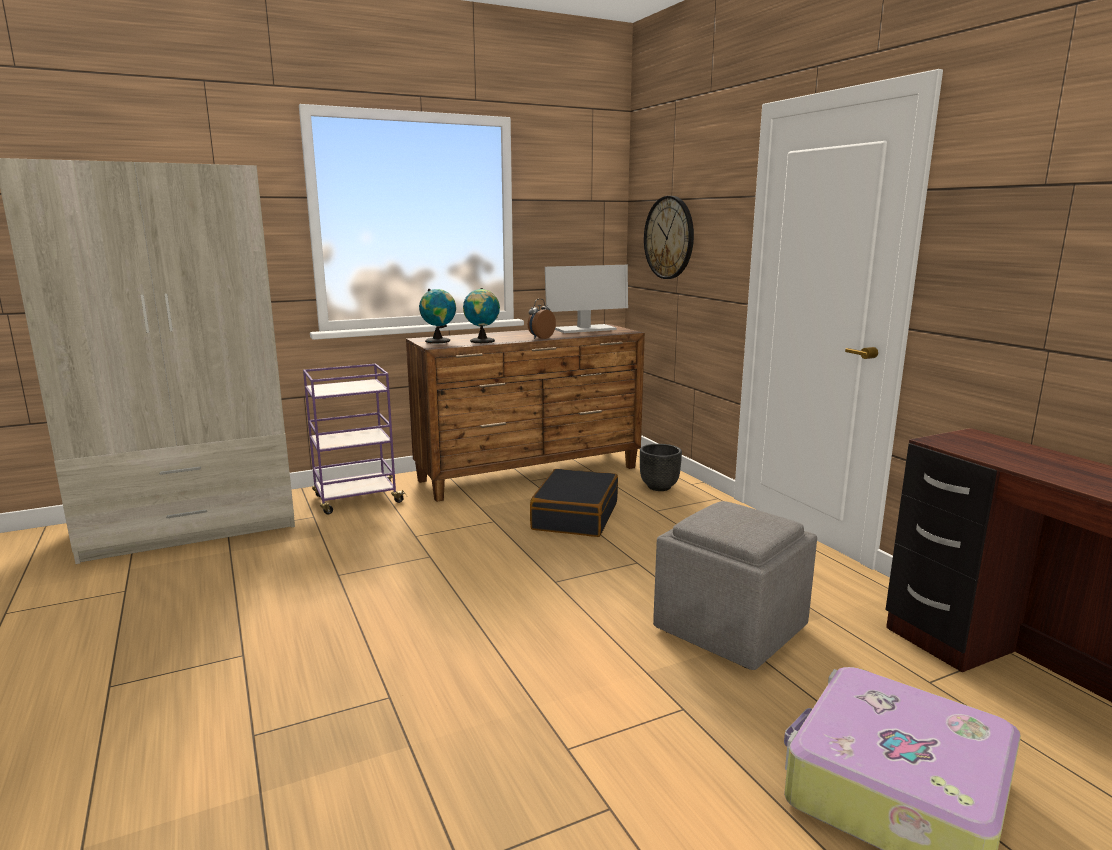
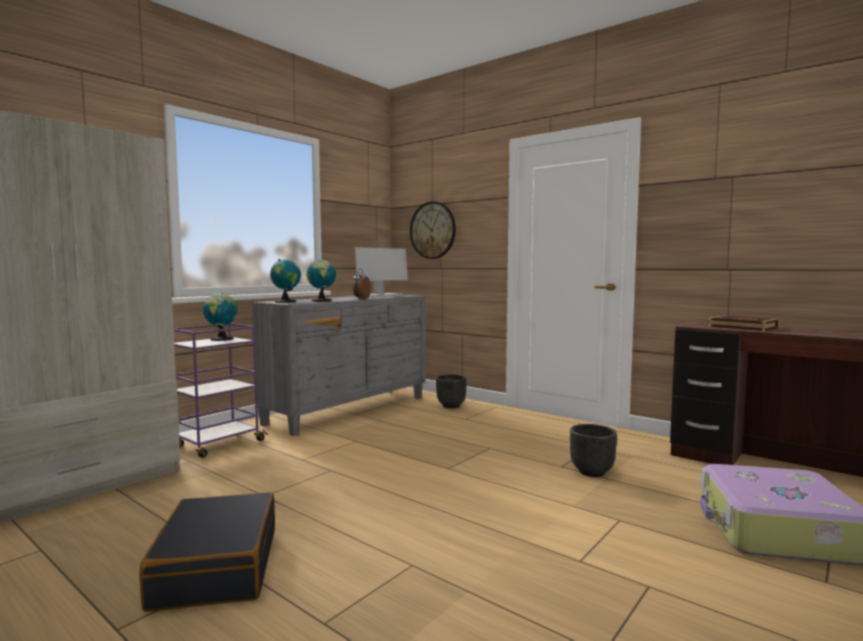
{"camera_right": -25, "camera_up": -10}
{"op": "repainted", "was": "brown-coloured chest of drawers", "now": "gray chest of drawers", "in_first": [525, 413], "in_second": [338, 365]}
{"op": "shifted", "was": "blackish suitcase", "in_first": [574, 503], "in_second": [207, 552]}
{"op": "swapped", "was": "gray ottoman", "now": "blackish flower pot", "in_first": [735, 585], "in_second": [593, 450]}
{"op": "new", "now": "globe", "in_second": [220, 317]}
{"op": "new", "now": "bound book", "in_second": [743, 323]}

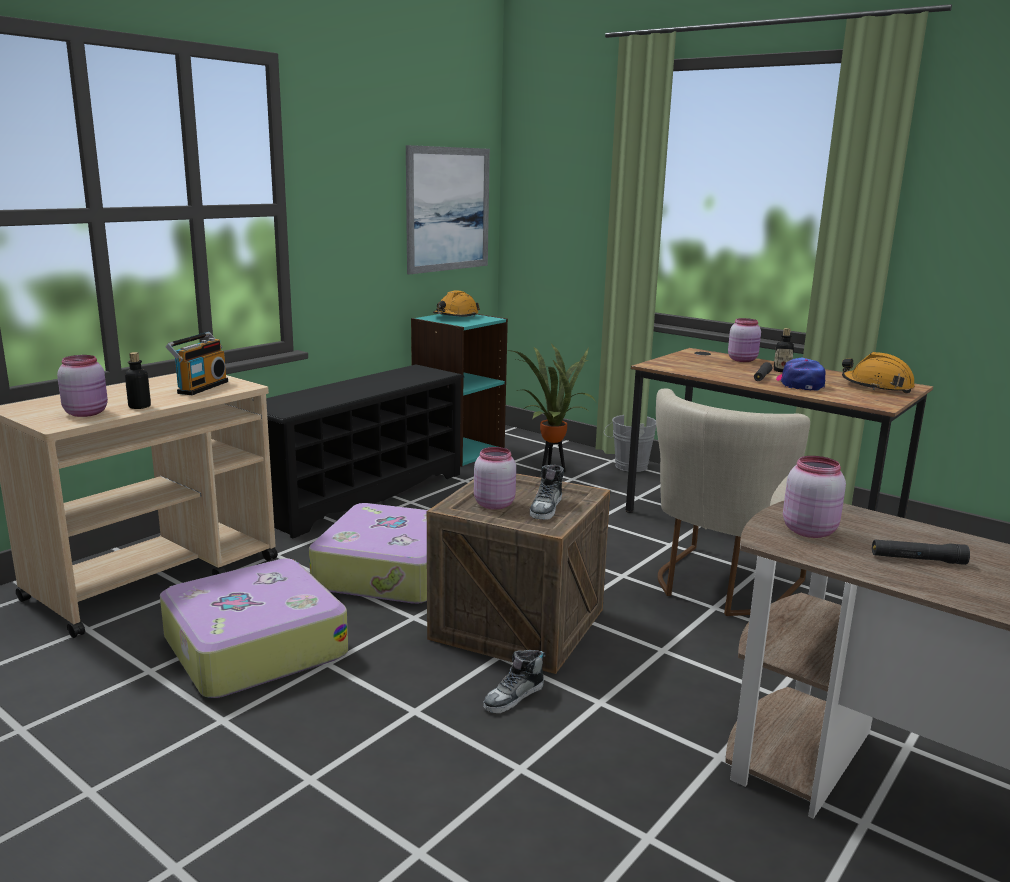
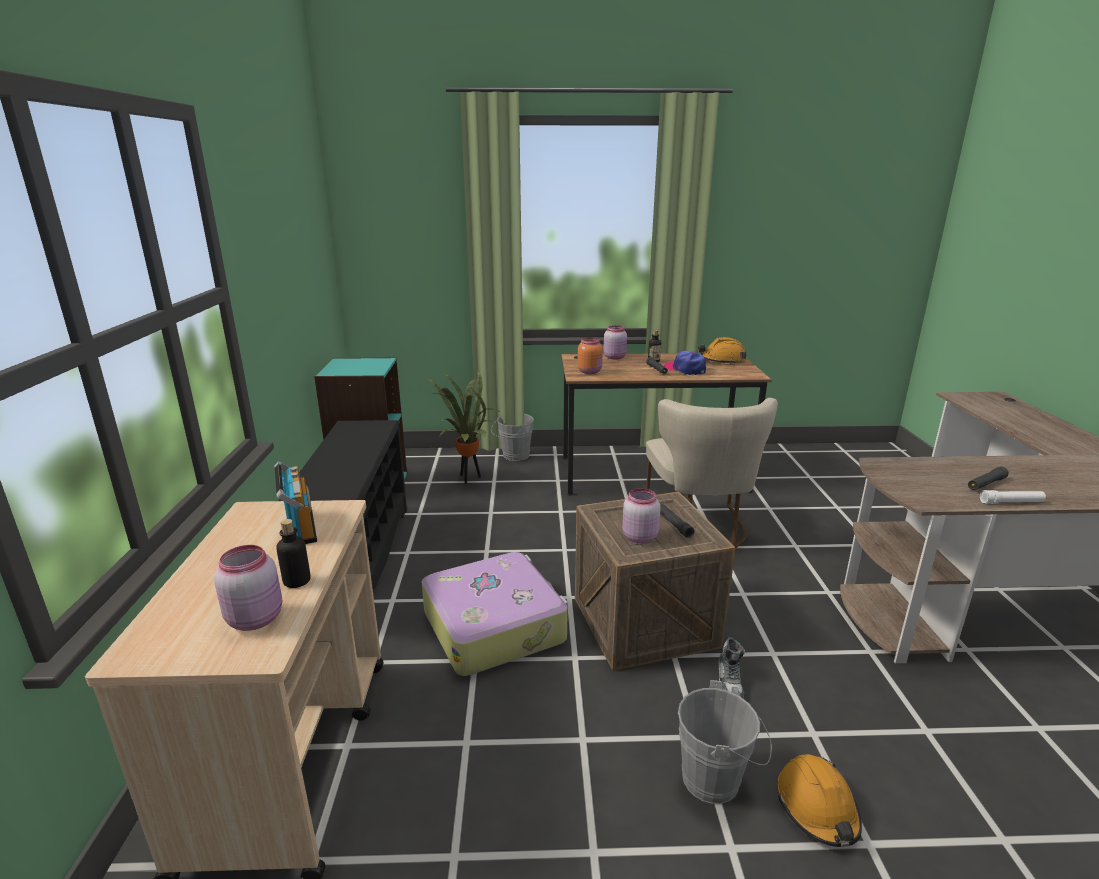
{"camera_right": -40, "camera_up": 5}
{"op": "gone", "was": "suitcase", "in_first": [254, 628]}
{"op": "gone", "was": "wall art", "in_first": [448, 209]}
{"op": "shifted", "was": "orangey safety helmet", "in_first": [456, 303], "in_second": [820, 800]}
{"op": "swapped", "was": "item of footwear", "now": "blackish flashlight", "in_first": [547, 492], "in_second": [677, 521]}
{"op": "gone", "was": "pink-coloured storage jar", "in_first": [814, 497]}
{"op": "new", "now": "orangey storage jar", "in_second": [590, 355]}
{"op": "new", "now": "gray water bucket", "in_second": [725, 742]}
{"op": "new", "now": "white-coloured flashlight", "in_second": [1013, 497]}

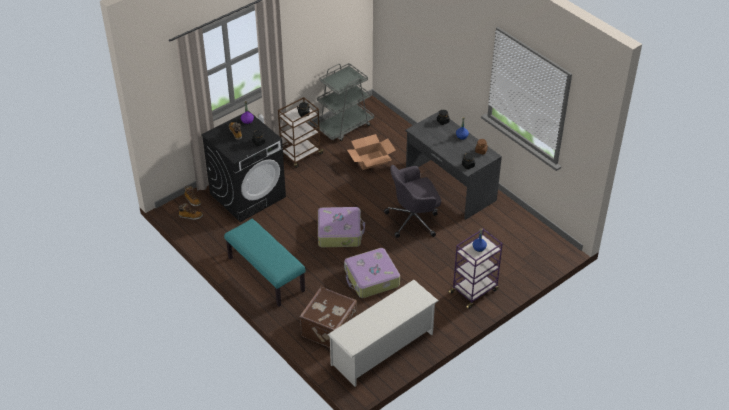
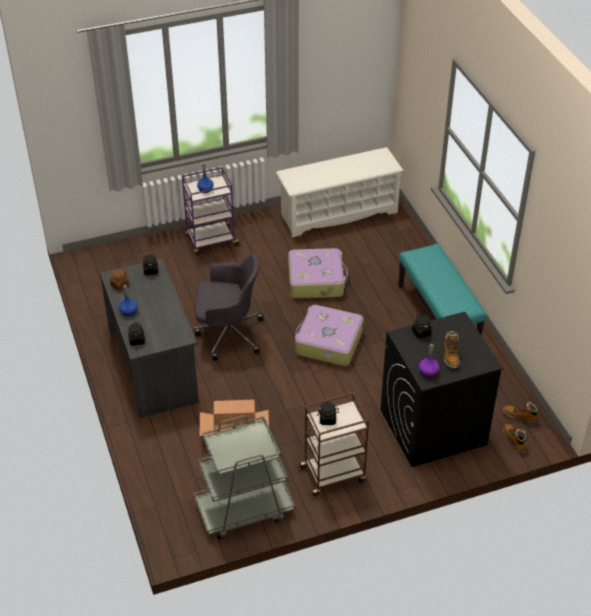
{"camera_right": -160, "camera_up": 0}
{"op": "gone", "was": "brown-coloured suitcase", "in_first": [328, 317]}

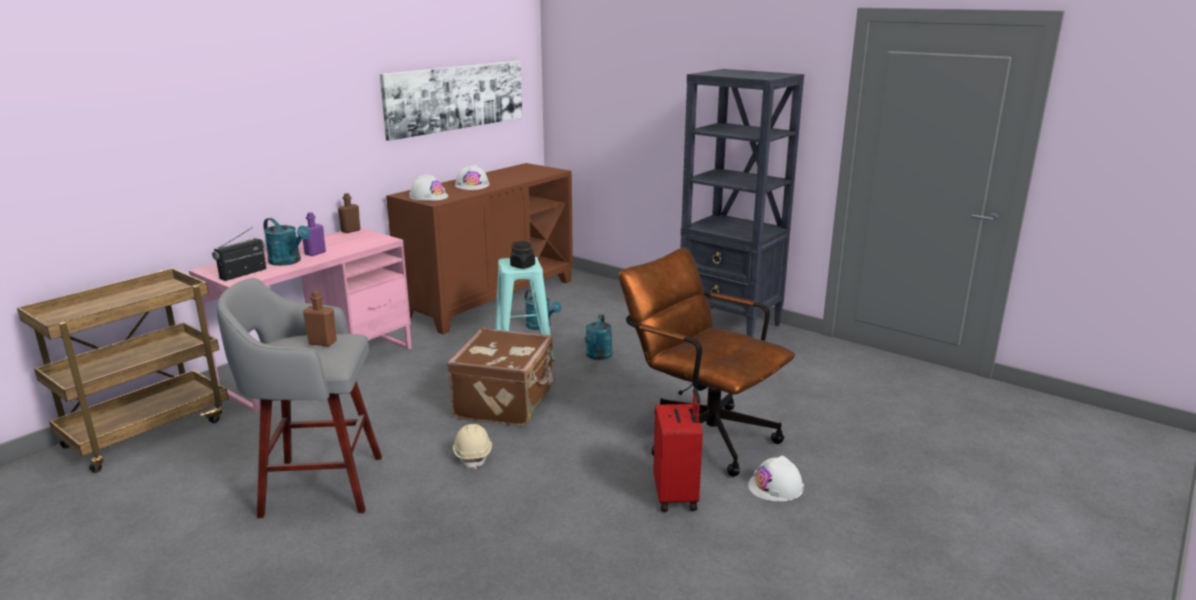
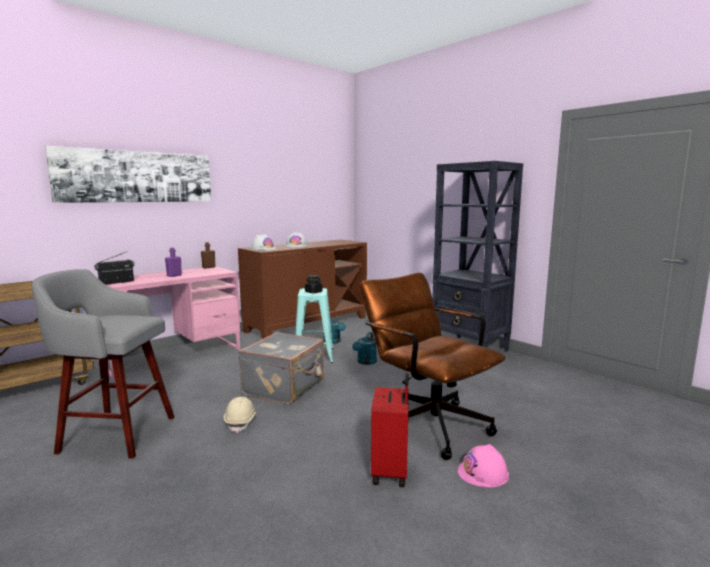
{"camera_right": 10, "camera_up": -10}
{"op": "gone", "was": "blue-green watering can", "in_first": [287, 242]}
{"op": "gone", "was": "brown-coloured bottle", "in_first": [320, 318]}
{"op": "shifted", "was": "wall art", "in_first": [451, 101], "in_second": [128, 174]}
{"op": "repainted", "was": "brown-coloured suitcase", "now": "gray suitcase", "in_first": [501, 377], "in_second": [281, 368]}
{"op": "repainted", "was": "white-coloured safety helmet", "now": "pink-coloured safety helmet", "in_first": [776, 479], "in_second": [483, 465]}

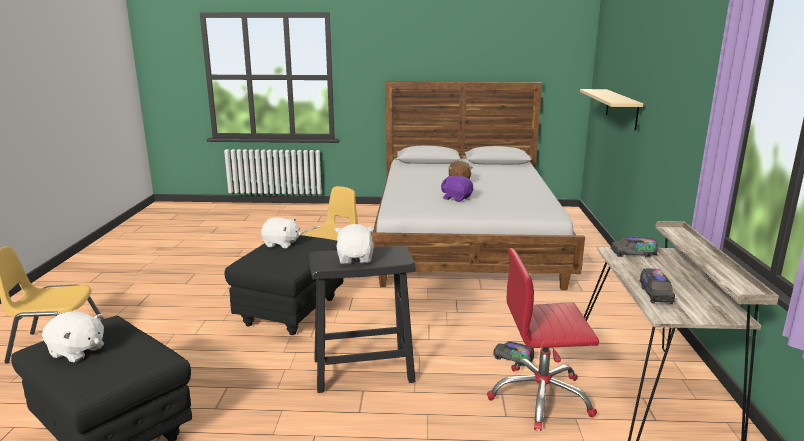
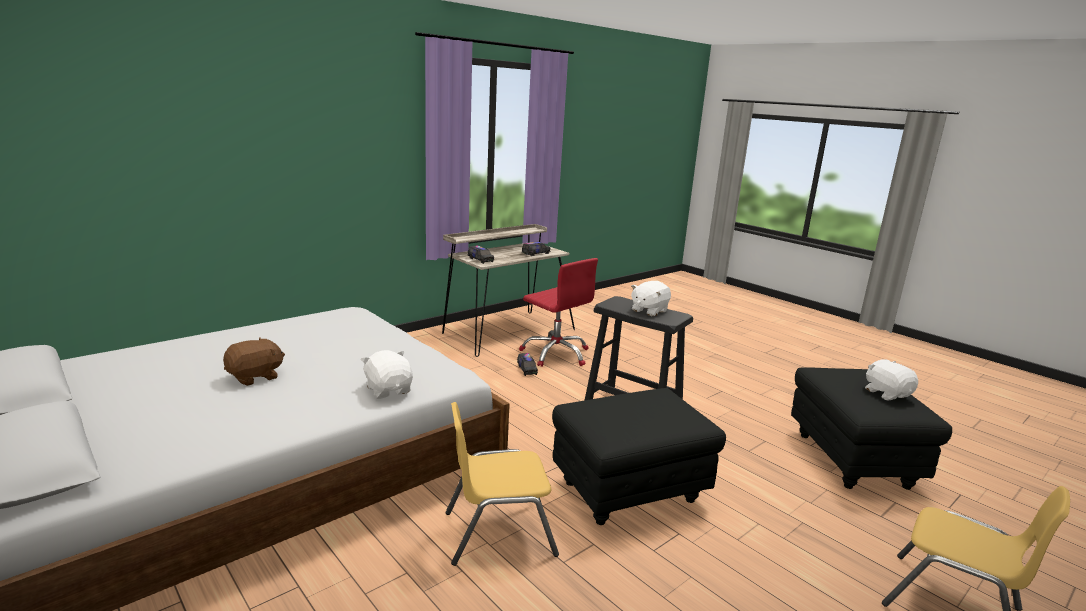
{"camera_right": -135, "camera_up": 0}
{"op": "shifted", "was": "white-coloured plush toy", "in_first": [281, 232], "in_second": [387, 374]}
{"op": "gone", "was": "purplish plush toy", "in_first": [457, 189]}
{"op": "gone", "was": "sand-coloured wall shelf", "in_first": [611, 110]}

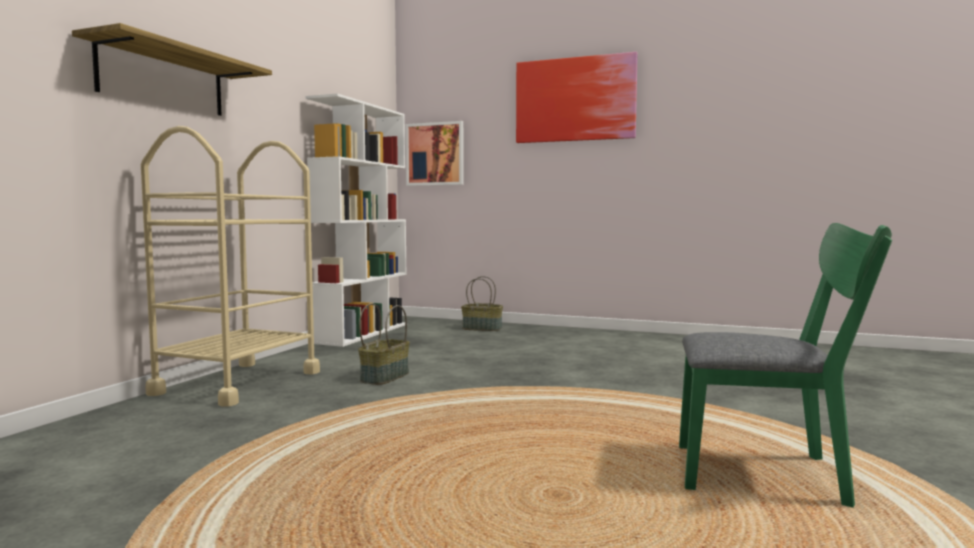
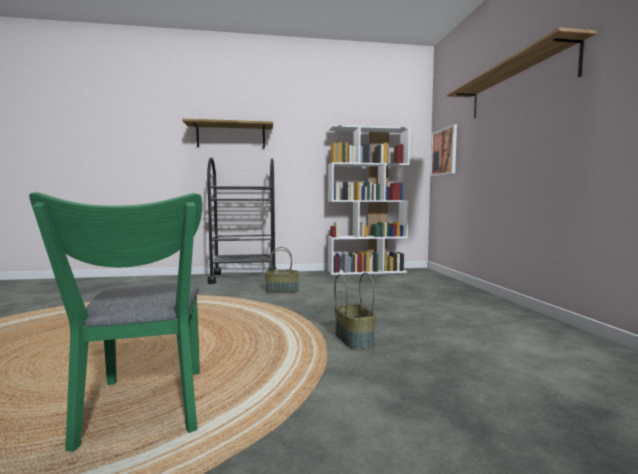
{"camera_right": 60, "camera_up": 0}
{"op": "repainted", "was": "sand-coloured wheeled cart", "now": "blackish wheeled cart", "in_first": [230, 266], "in_second": [241, 220]}
{"op": "shifted", "was": "storage basket", "in_first": [482, 303], "in_second": [355, 311]}
{"op": "swapped", "was": "wall art", "now": "wall shelf", "in_first": [577, 97], "in_second": [521, 72]}

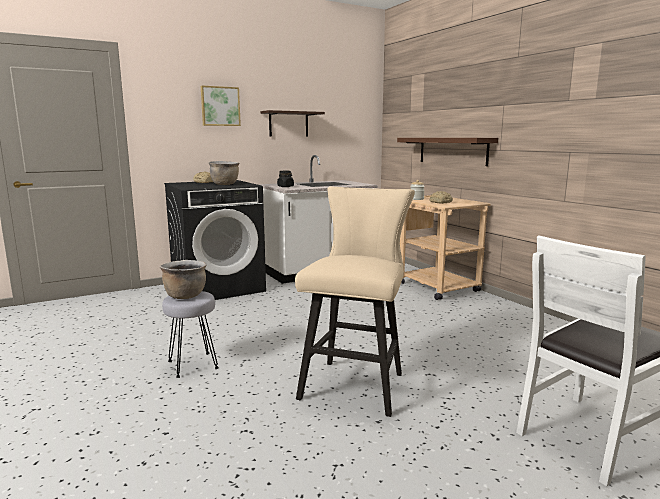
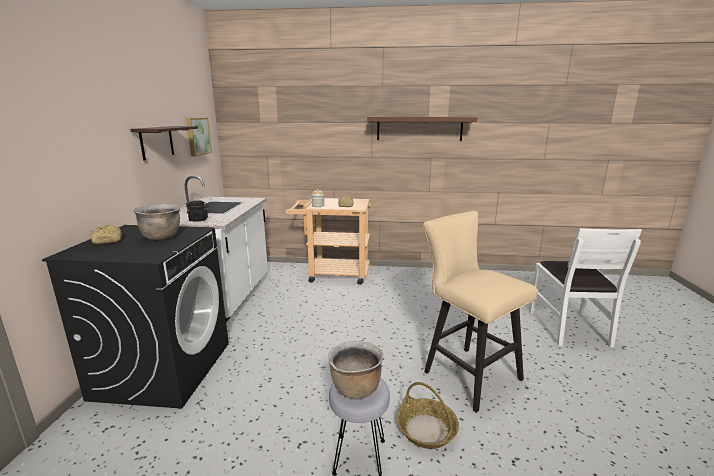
{"camera_right": -55, "camera_up": 5}
{"op": "shifted", "was": "wall art", "in_first": [221, 106], "in_second": [199, 137]}
{"op": "shifted", "was": "brown-coloured wall shelf", "in_first": [447, 152], "in_second": [422, 129]}
{"op": "new", "now": "storage basket", "in_second": [428, 415]}

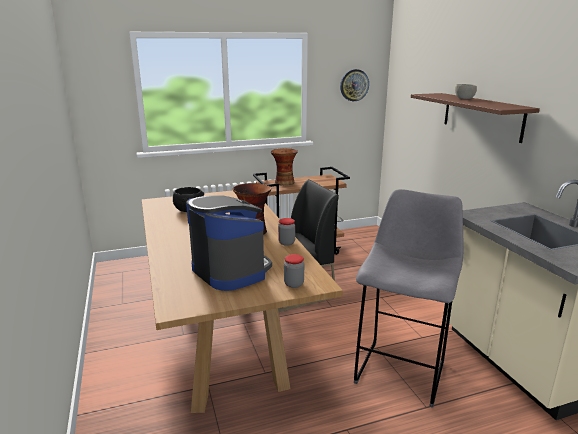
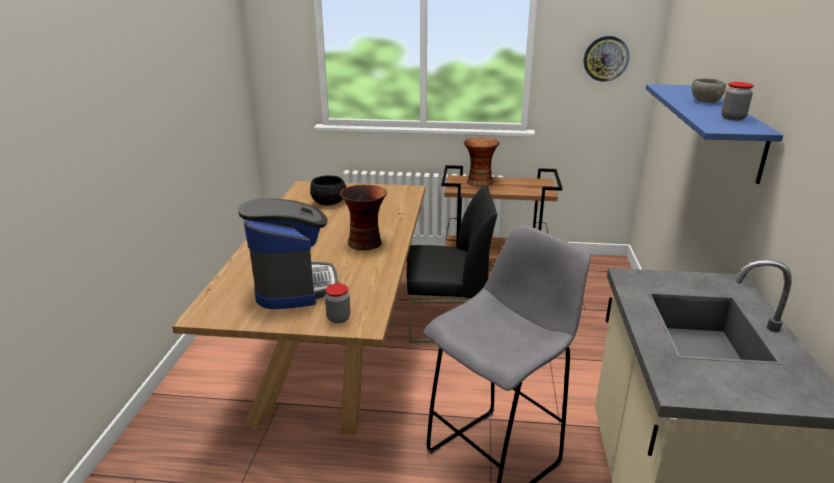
{"camera_right": 25, "camera_up": 5}
{"op": "shifted", "was": "storage jar", "in_first": [286, 232], "in_second": [737, 101]}
{"op": "repainted", "was": "brown-coloured wall shelf", "now": "blue wall shelf", "in_first": [475, 118], "in_second": [714, 134]}

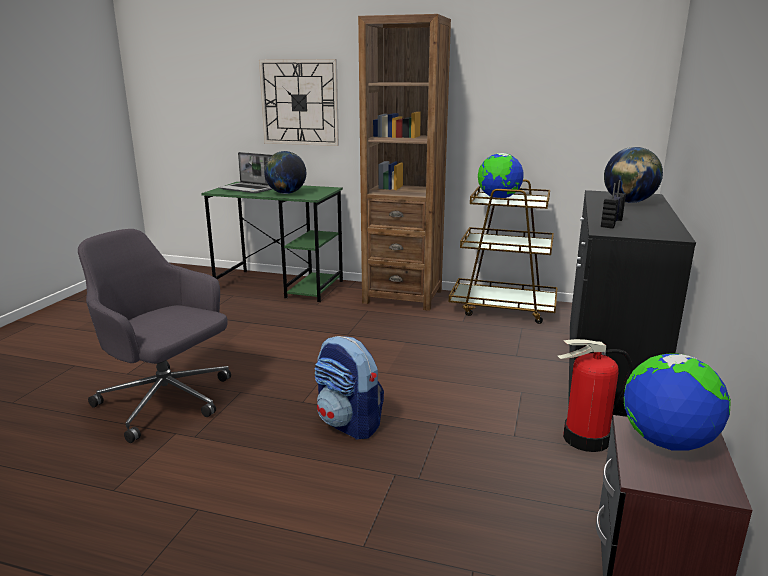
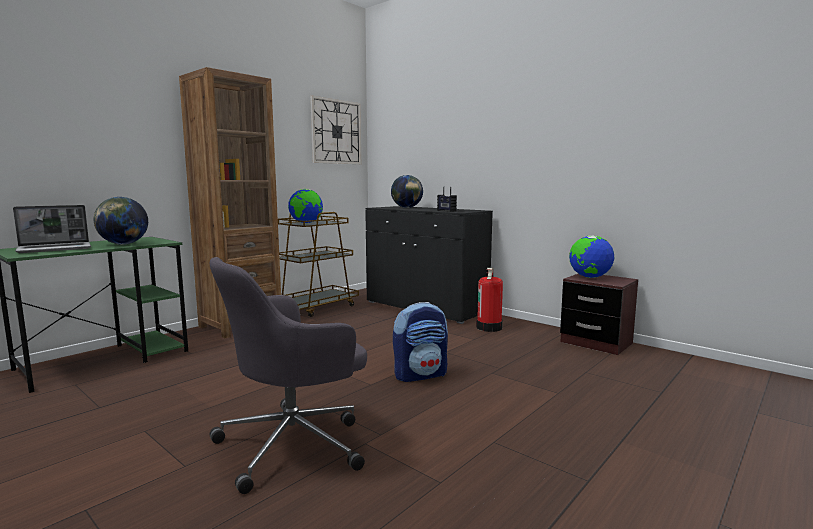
{"camera_right": -65, "camera_up": -10}
{"op": "shifted", "was": "wall clock", "in_first": [299, 102], "in_second": [335, 130]}

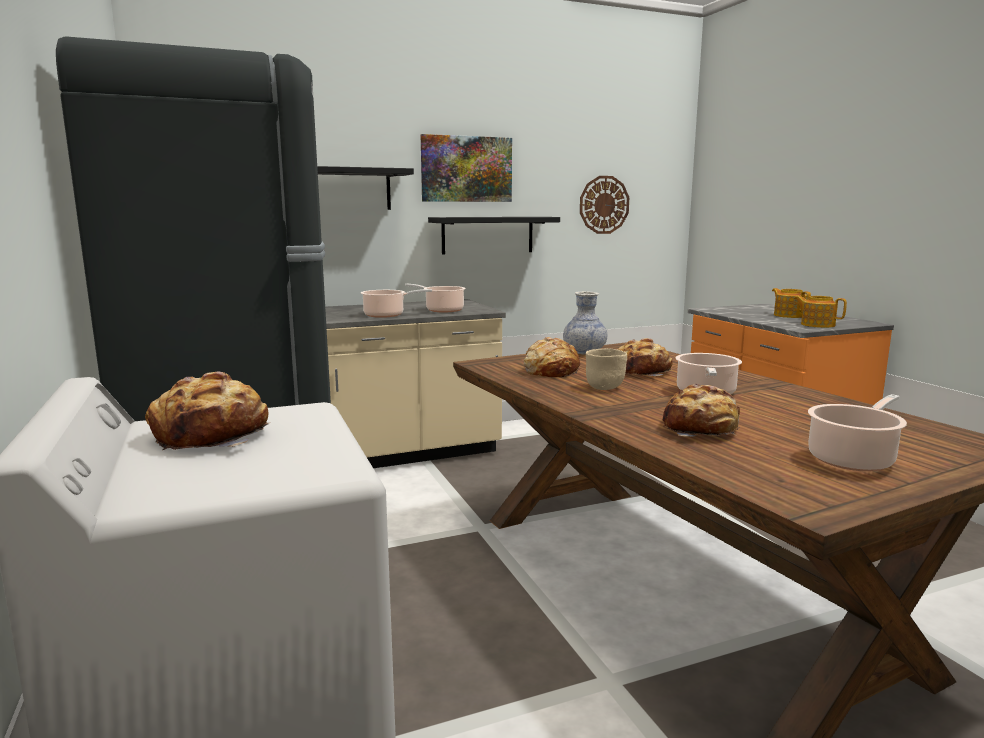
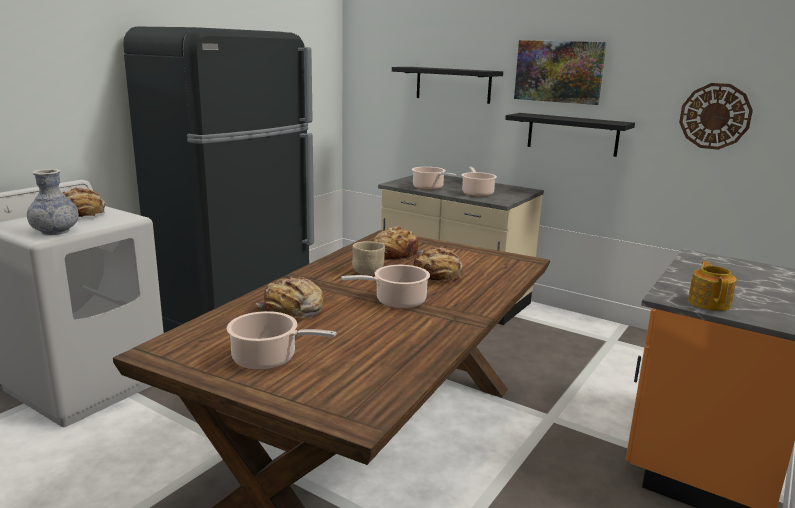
{"camera_right": 55, "camera_up": 5}
{"op": "shifted", "was": "vase", "in_first": [585, 322], "in_second": [53, 202]}
{"op": "gone", "was": "teapot", "in_first": [791, 303]}

